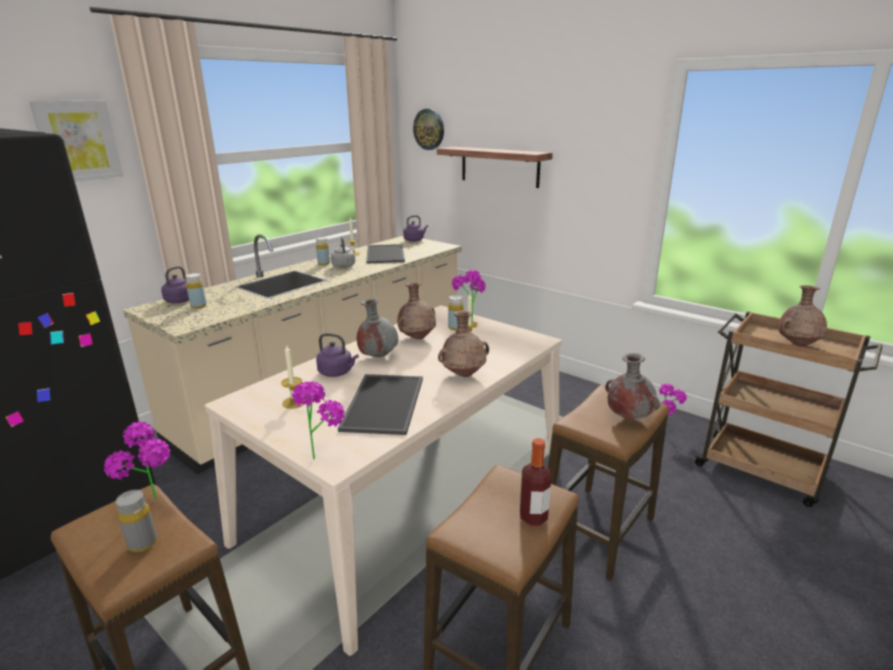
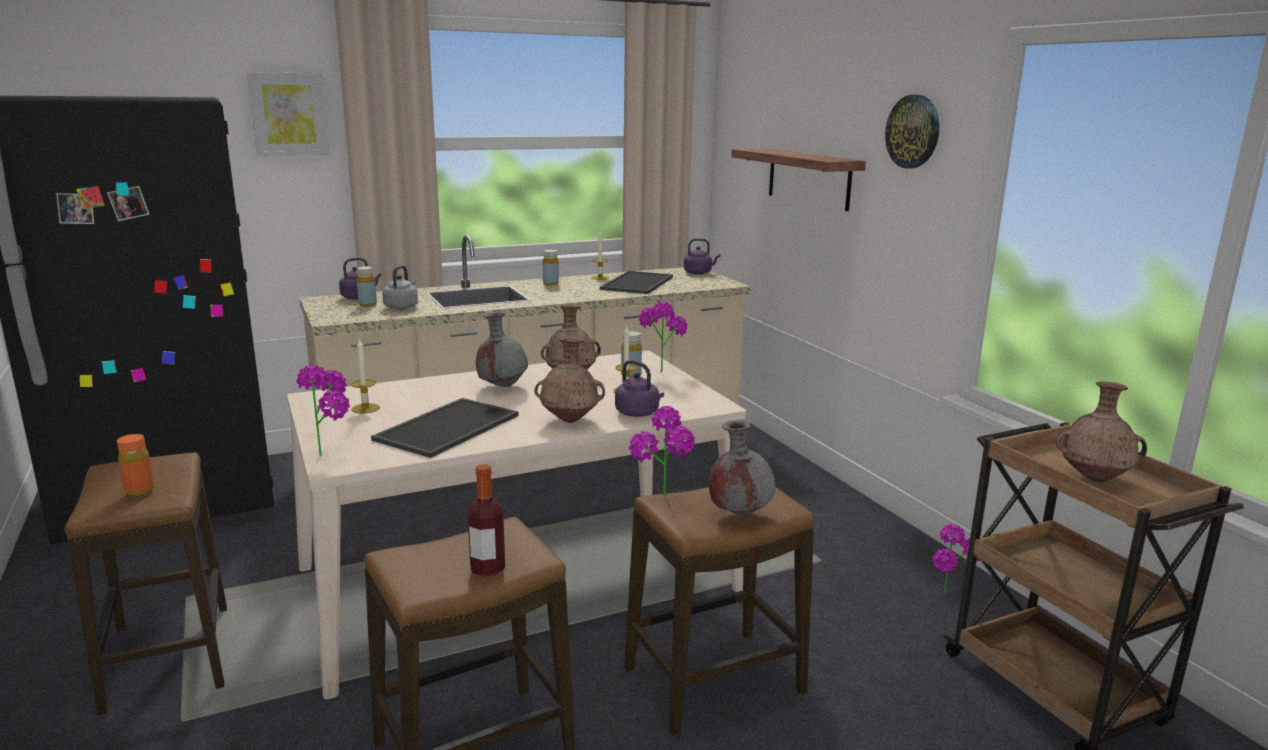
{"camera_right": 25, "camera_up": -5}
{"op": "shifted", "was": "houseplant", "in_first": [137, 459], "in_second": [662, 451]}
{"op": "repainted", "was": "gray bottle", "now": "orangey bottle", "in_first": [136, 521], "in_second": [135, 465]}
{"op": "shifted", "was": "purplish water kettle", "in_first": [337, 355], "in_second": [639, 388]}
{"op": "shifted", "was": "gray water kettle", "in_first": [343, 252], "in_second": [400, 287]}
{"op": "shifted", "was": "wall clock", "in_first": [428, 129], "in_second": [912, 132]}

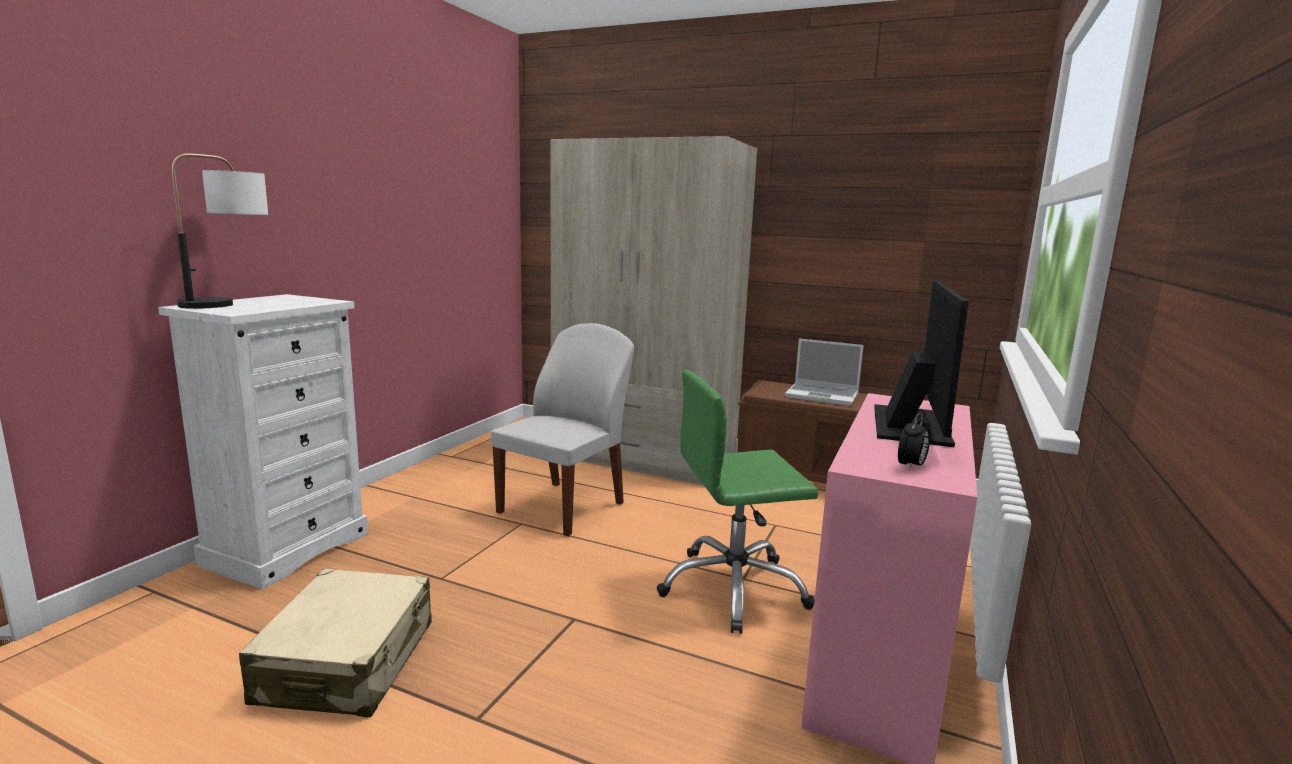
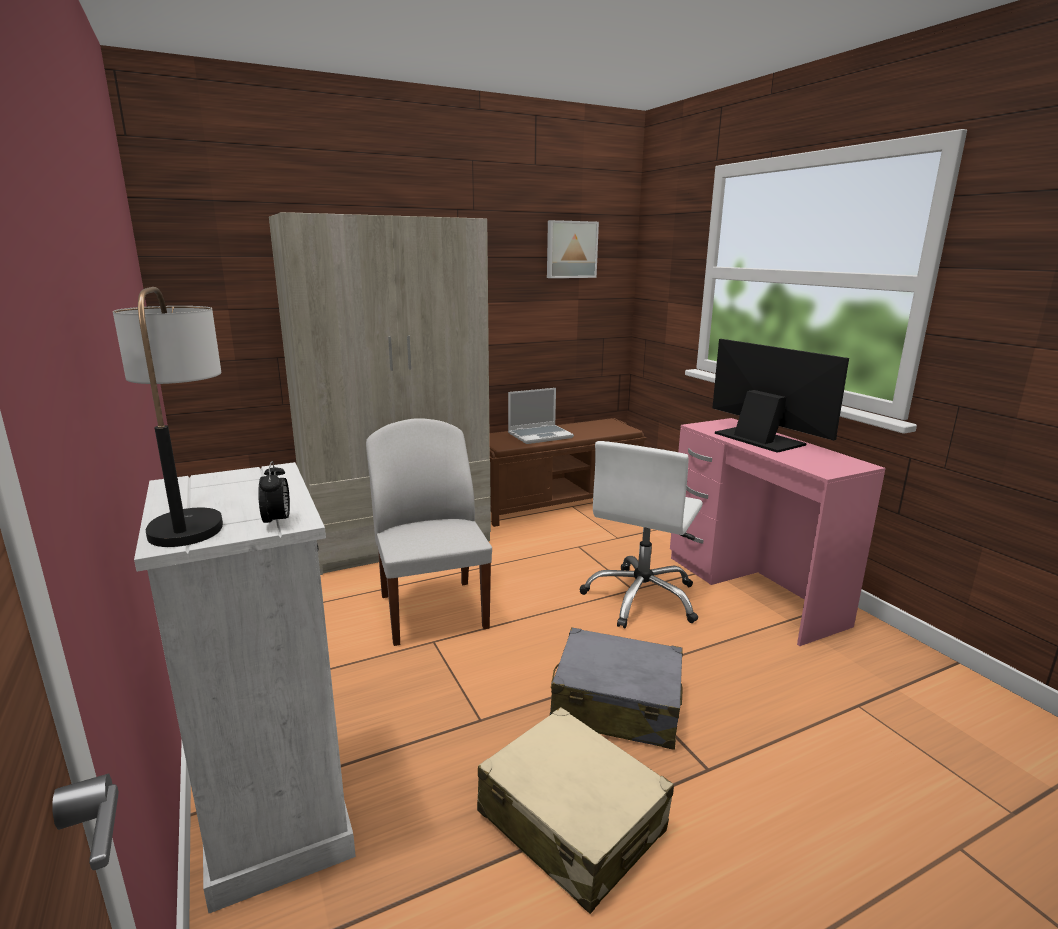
{"camera_right": -50, "camera_up": 5}
{"op": "repainted", "was": "greenish desk chair", "now": "white-coloured desk chair", "in_first": [738, 502], "in_second": [641, 534]}
{"op": "shifted", "was": "bedside clock", "in_first": [914, 441], "in_second": [274, 494]}
{"op": "new", "now": "wall art", "in_second": [573, 249]}
{"op": "new", "now": "gray suitcase", "in_second": [616, 689]}

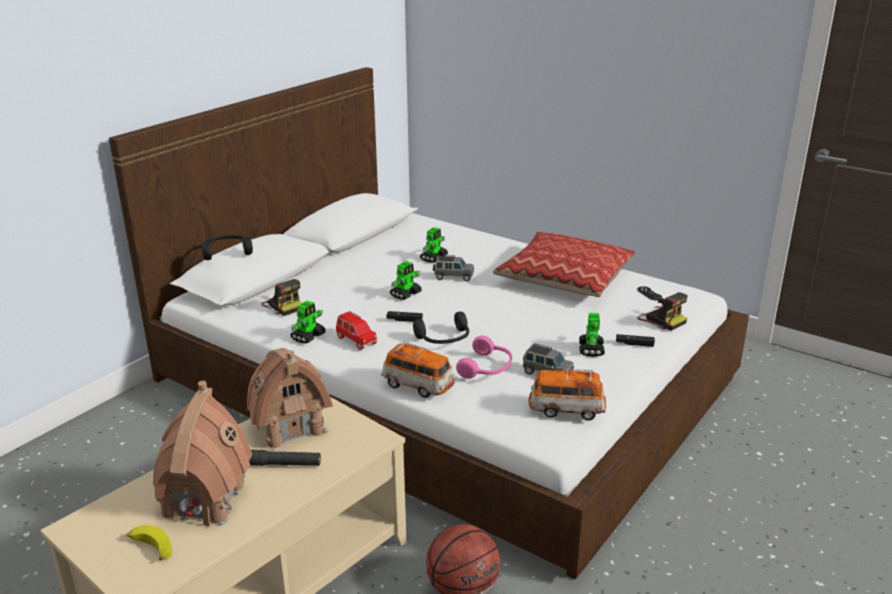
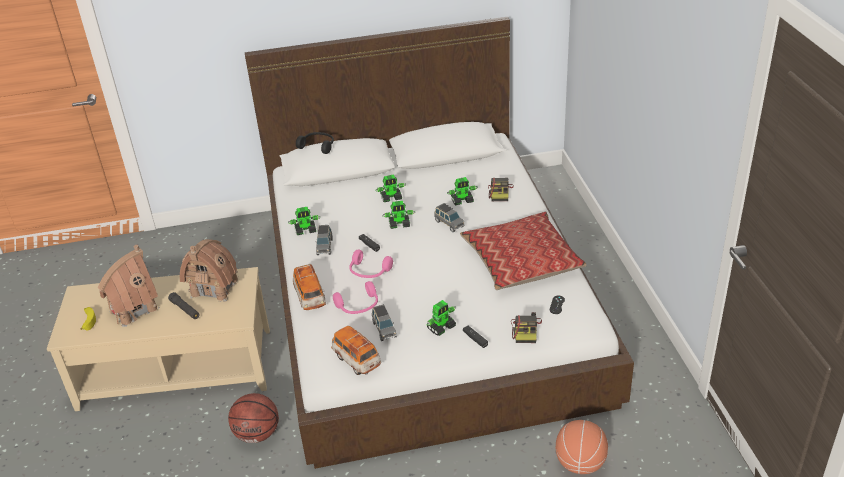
{"camera_right": 45, "camera_up": 10}
{"op": "shifted", "was": "photo camera", "in_first": [281, 297], "in_second": [501, 189]}
{"op": "repainted", "was": "reddish miniature car", "now": "gray miniature car", "in_first": [356, 330], "in_second": [324, 240]}
{"op": "repainted", "was": "blackish headphones", "now": "pink-coloured headphones", "in_first": [441, 328], "in_second": [371, 264]}
{"op": "new", "now": "model robot", "in_second": [391, 188]}
{"op": "new", "now": "basketball", "in_second": [582, 447]}

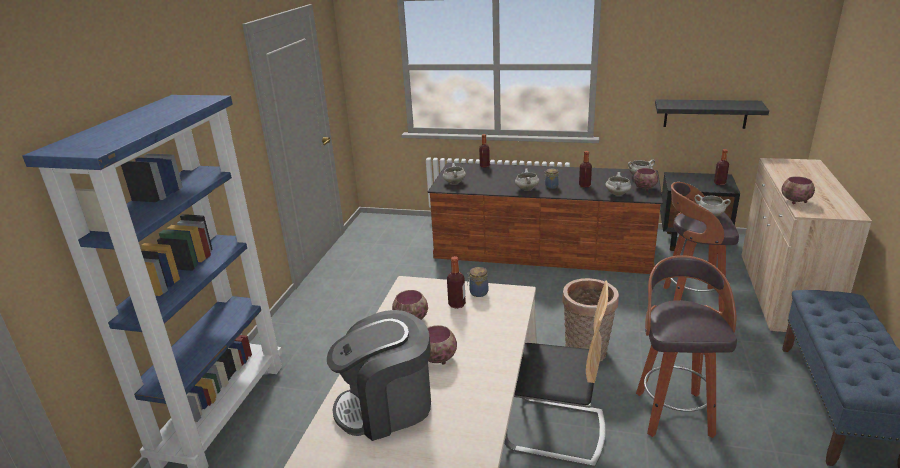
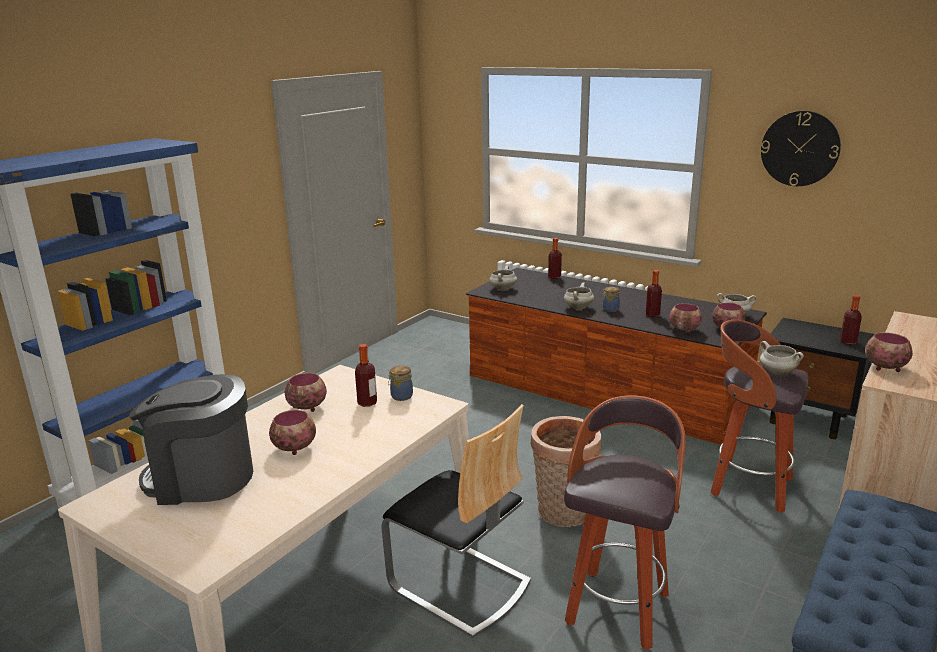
{"camera_right": 20, "camera_up": -5}
{"op": "swapped", "was": "white-coloured stockpot", "now": "serving bowl", "in_first": [618, 184], "in_second": [685, 318]}
{"op": "gone", "was": "blackish wall shelf", "in_first": [712, 114]}
{"op": "new", "now": "wall clock", "in_second": [801, 148]}

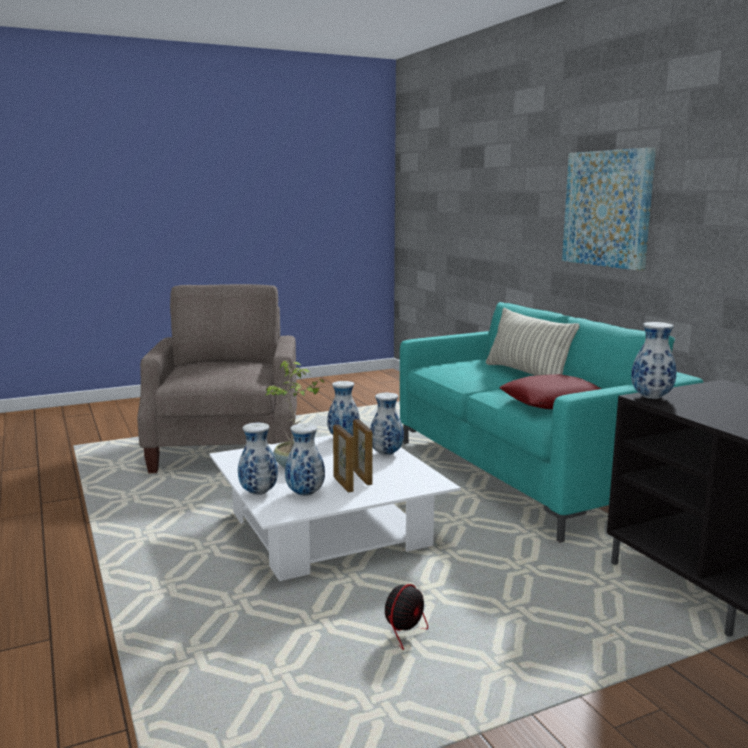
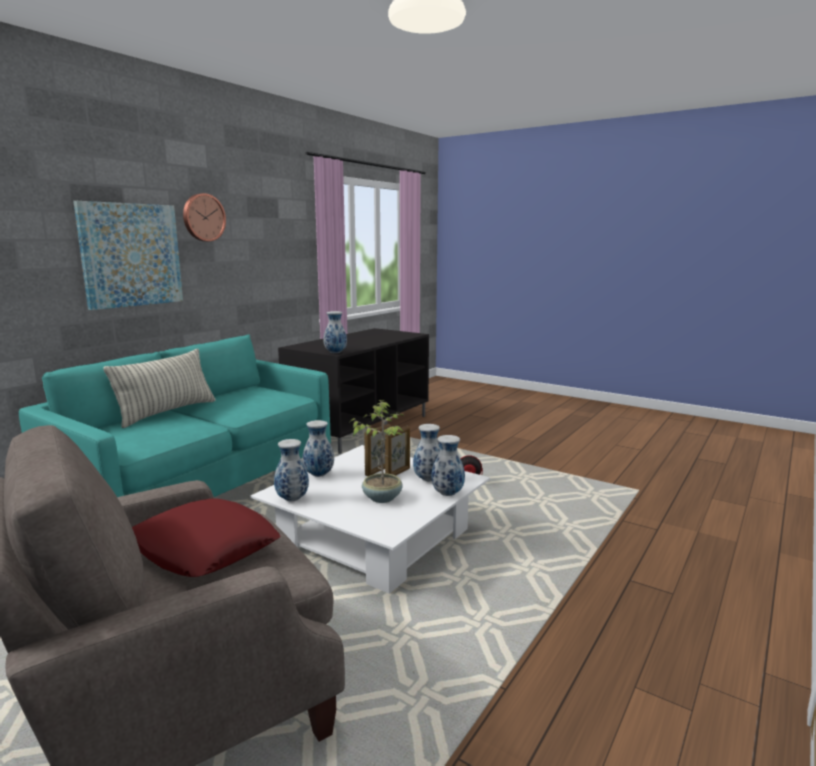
{"camera_right": -120, "camera_up": 0}
{"op": "shifted", "was": "reddish cushion", "in_first": [550, 391], "in_second": [206, 537]}
{"op": "new", "now": "wall clock", "in_second": [204, 217]}

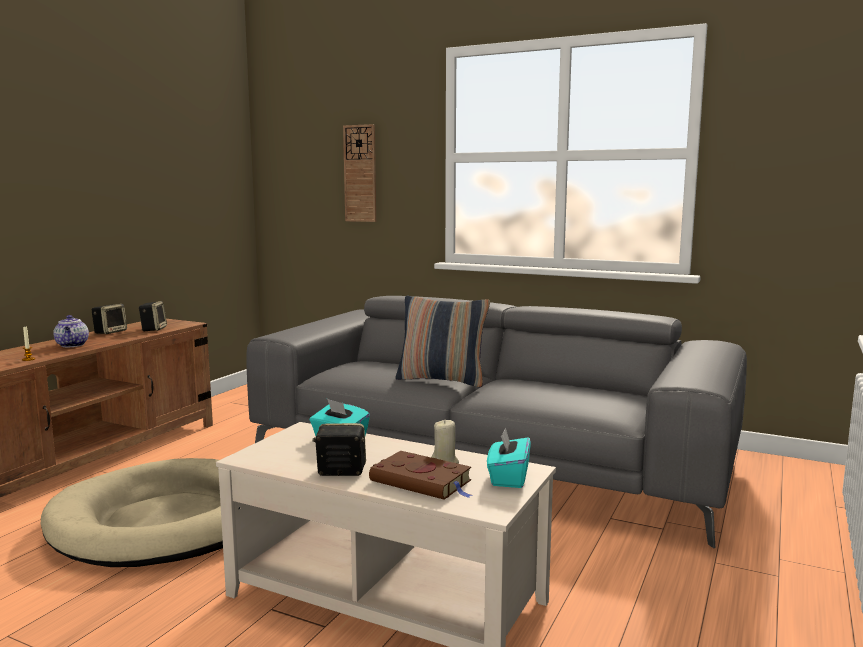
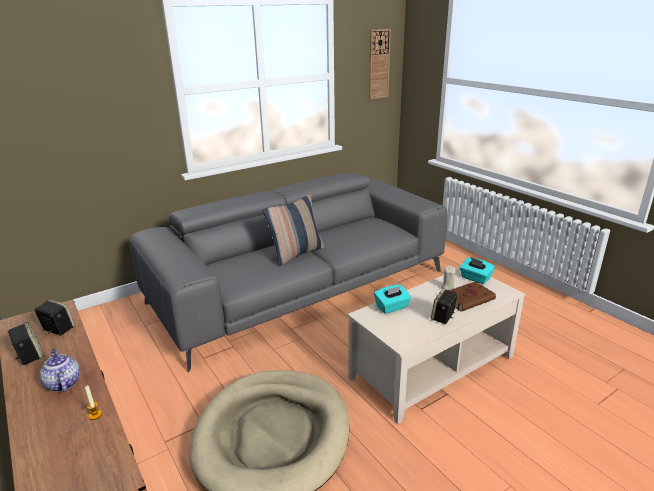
{"camera_right": -60, "camera_up": 15}
{"op": "rotated", "was": "teapot", "in_first": [71, 331], "in_second": [60, 370], "clockwise": -135}
{"op": "shifted", "was": "wall clock", "in_first": [359, 173], "in_second": [380, 64]}

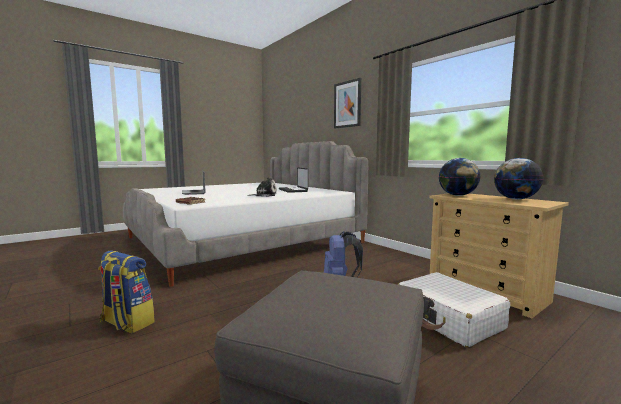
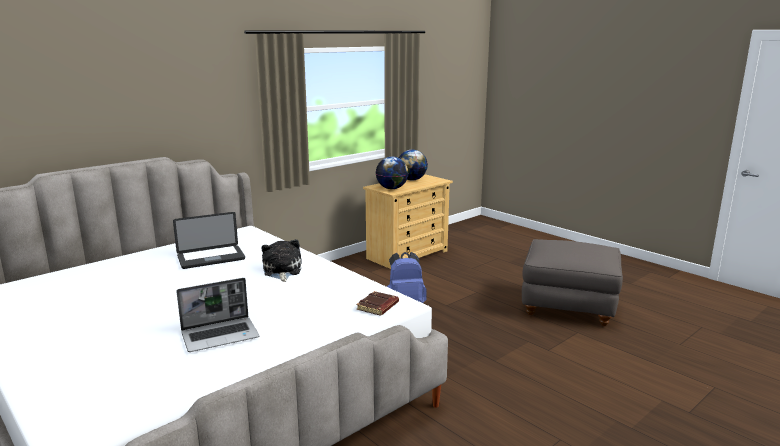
{"camera_right": -95, "camera_up": 10}
{"op": "gone", "was": "rucksack", "in_first": [126, 291]}
{"op": "gone", "was": "wall art", "in_first": [347, 103]}
{"op": "gone", "was": "white-coloured suitcase", "in_first": [454, 310]}

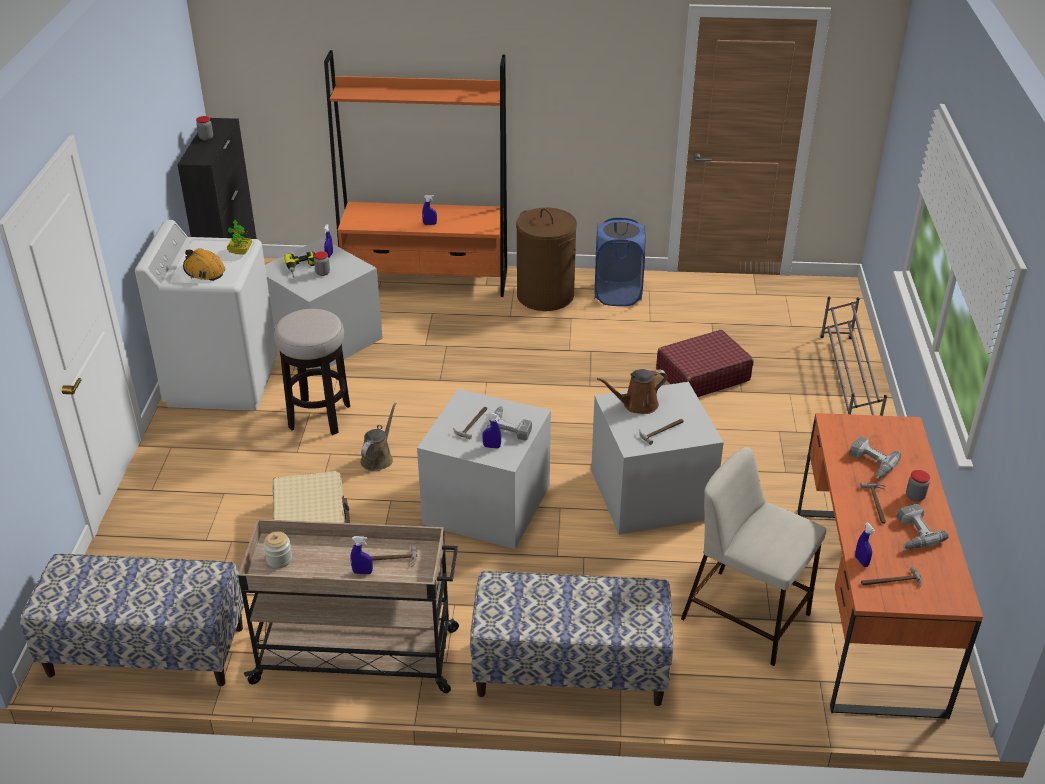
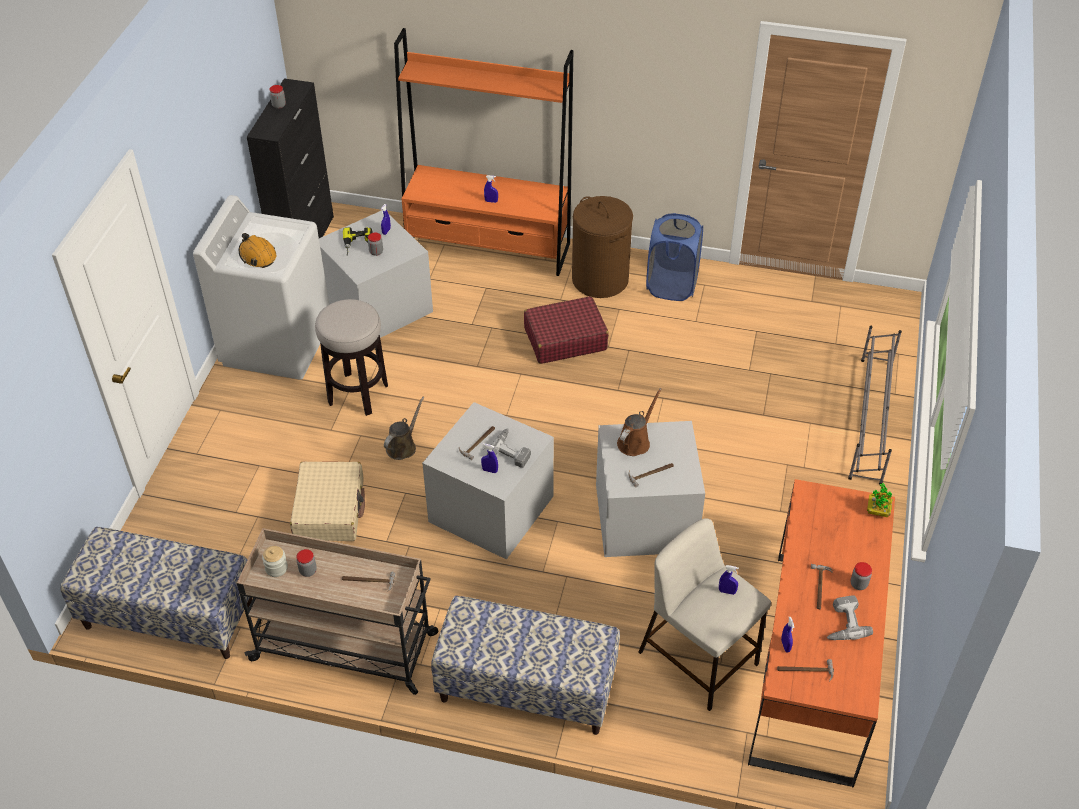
{"camera_right": 10, "camera_up": 10}
{"op": "shifted", "was": "houseplant", "in_first": [239, 237], "in_second": [880, 500]}
{"op": "shifted", "was": "blue sprayer", "in_first": [361, 555], "in_second": [729, 580]}
{"op": "rotated", "was": "brown-coloured watering can", "in_first": [632, 391], "in_second": [639, 422], "clockwise": 135}
{"op": "shifted", "was": "reddish suitcase", "in_first": [705, 363], "in_second": [566, 330]}
{"op": "gone", "was": "power drill", "in_first": [875, 457]}
{"op": "new", "now": "storage jar", "in_second": [306, 563]}

